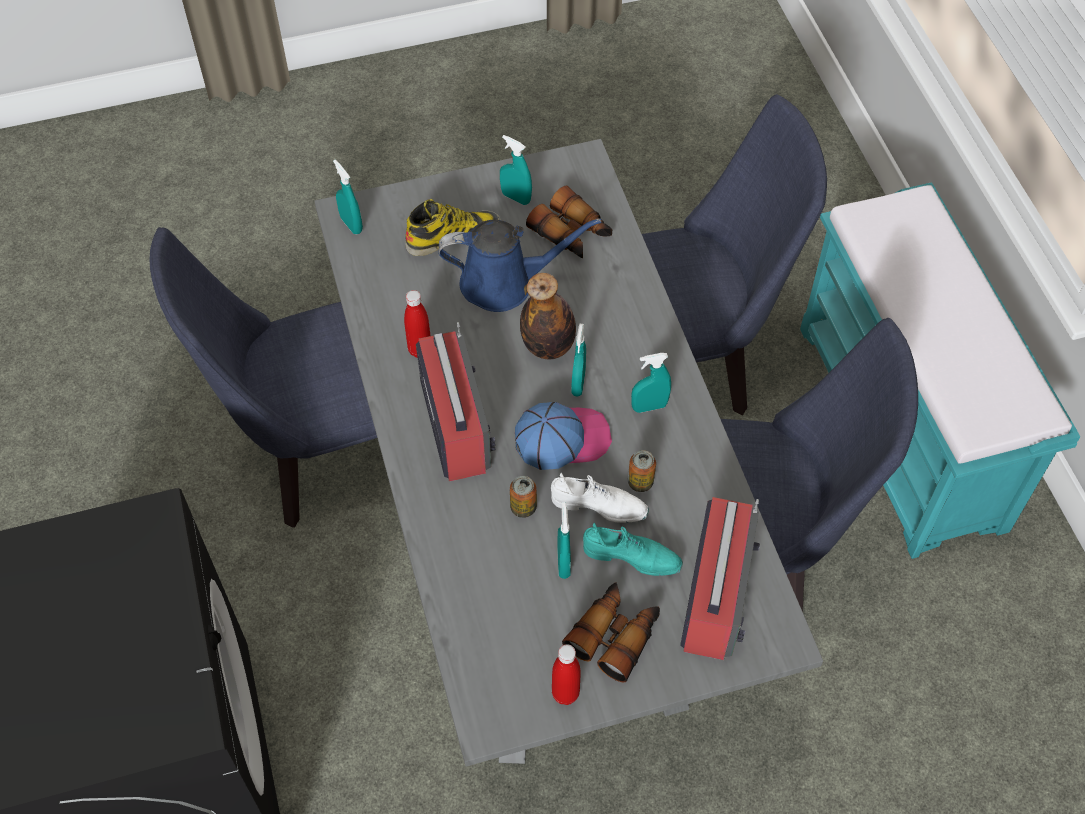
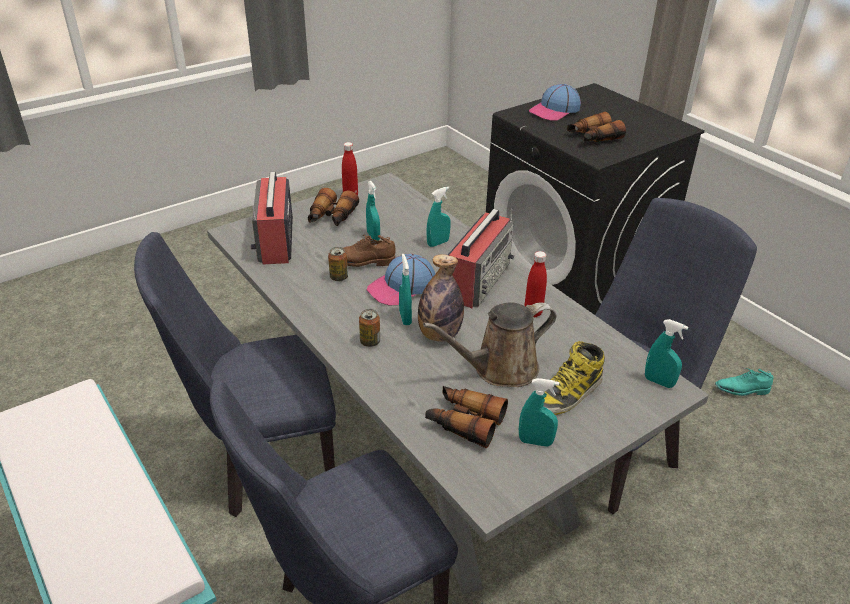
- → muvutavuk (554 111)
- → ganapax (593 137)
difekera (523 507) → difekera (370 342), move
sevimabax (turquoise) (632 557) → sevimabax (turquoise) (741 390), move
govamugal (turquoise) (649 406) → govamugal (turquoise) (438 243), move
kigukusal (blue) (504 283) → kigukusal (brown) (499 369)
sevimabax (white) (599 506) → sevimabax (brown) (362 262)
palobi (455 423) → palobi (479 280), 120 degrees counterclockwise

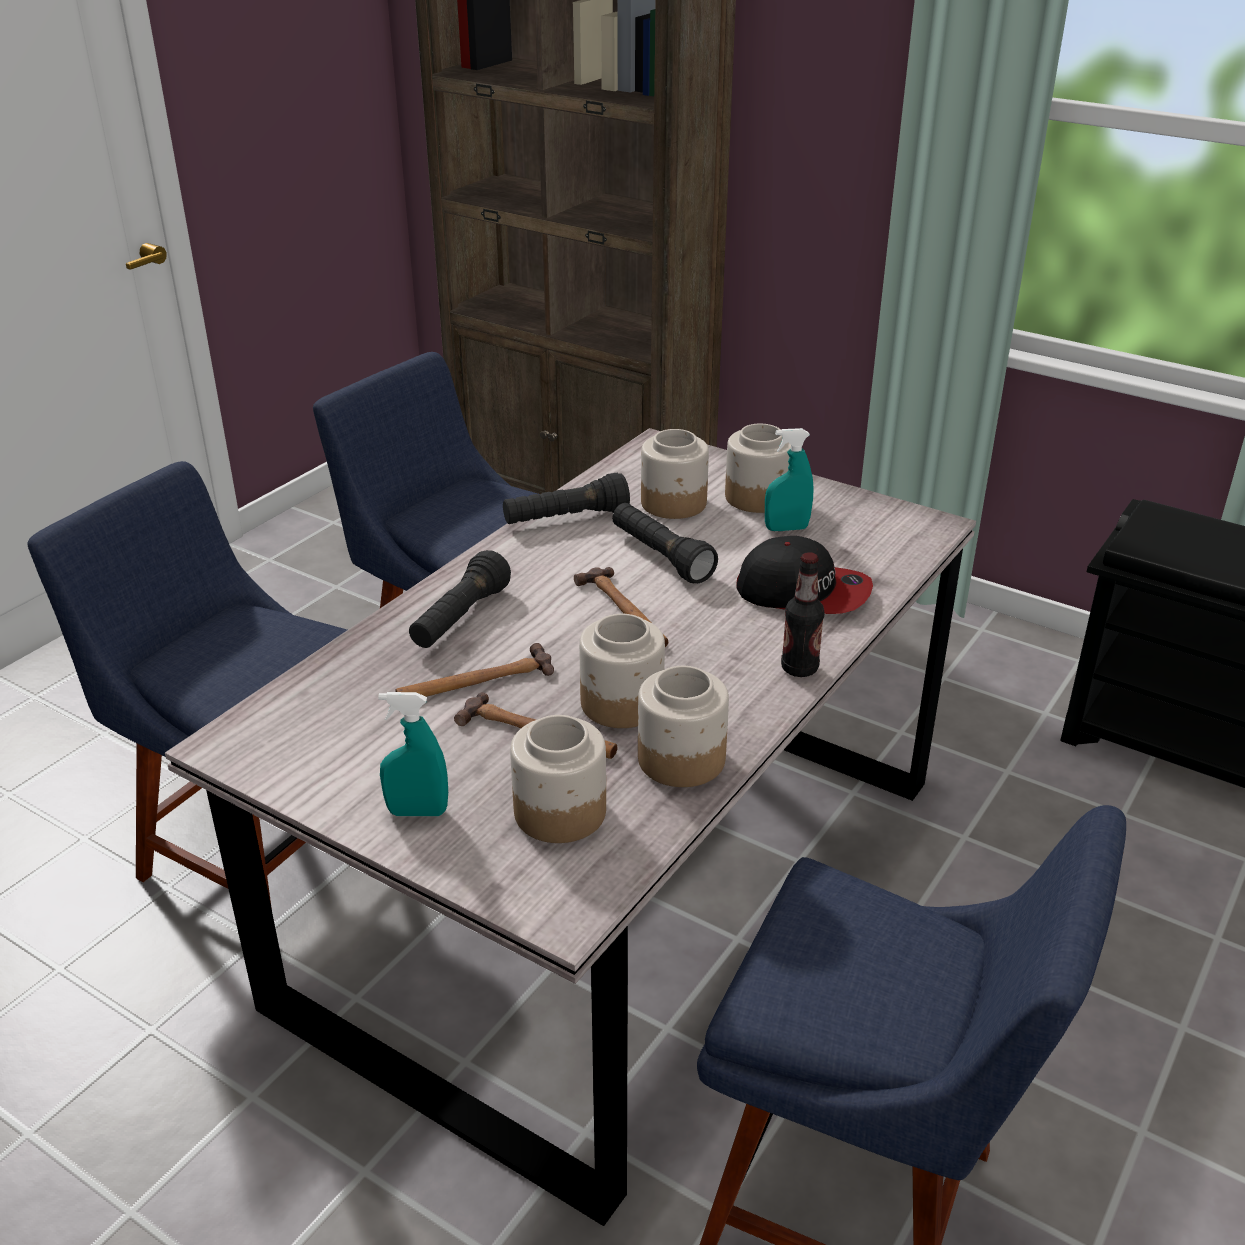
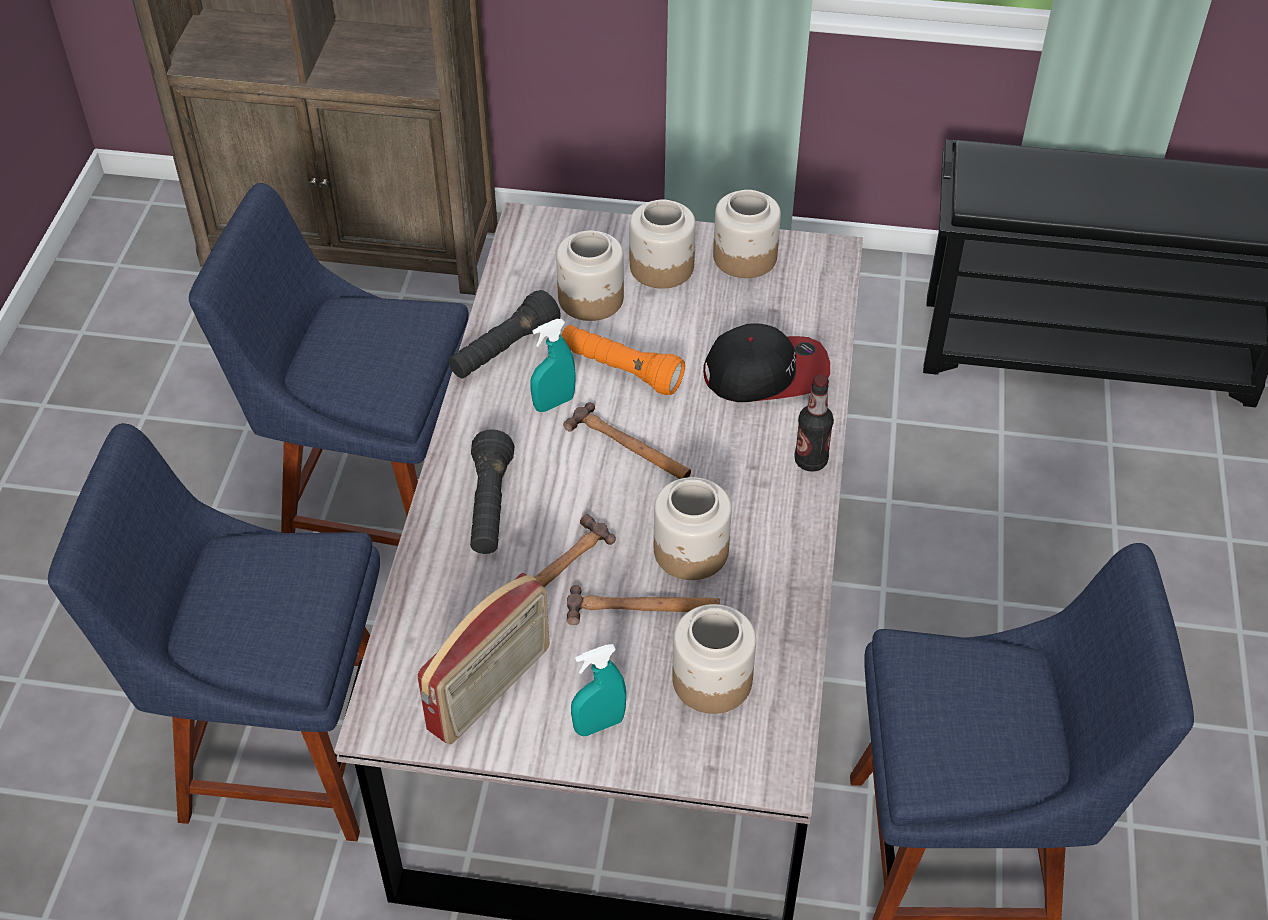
- → palobi (491 690)
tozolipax (680 760) → tozolipax (744 257), move
govamugal (turquoise) (786 528) → govamugal (turquoise) (554 403), move
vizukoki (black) (660 557) → vizukoki (orange) (620 371)

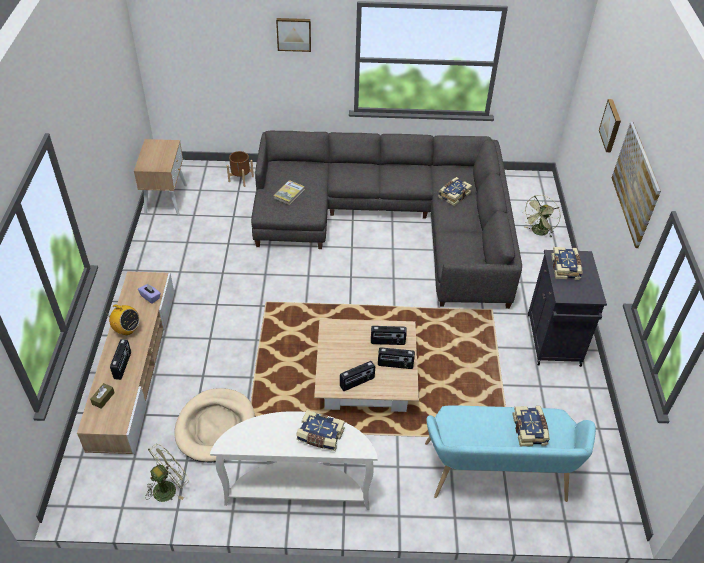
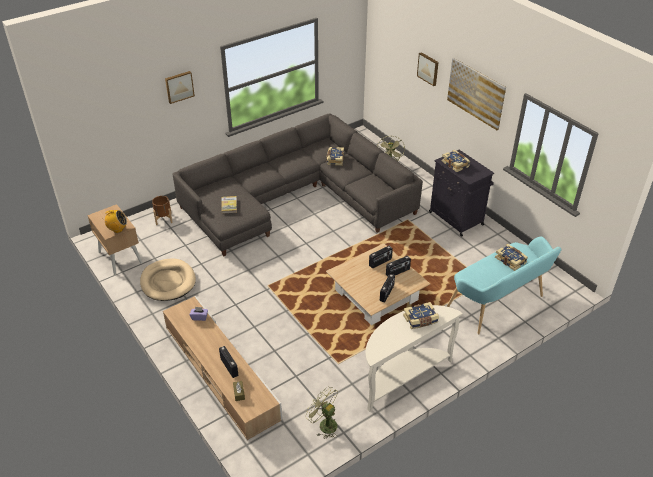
palobi (127 330) → palobi (117 229), move
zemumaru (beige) (216 427) → zemumaru (beige) (168 282), move
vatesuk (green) (168 487) → vatesuk (green) (324 424), 60 degrees counterclockwise

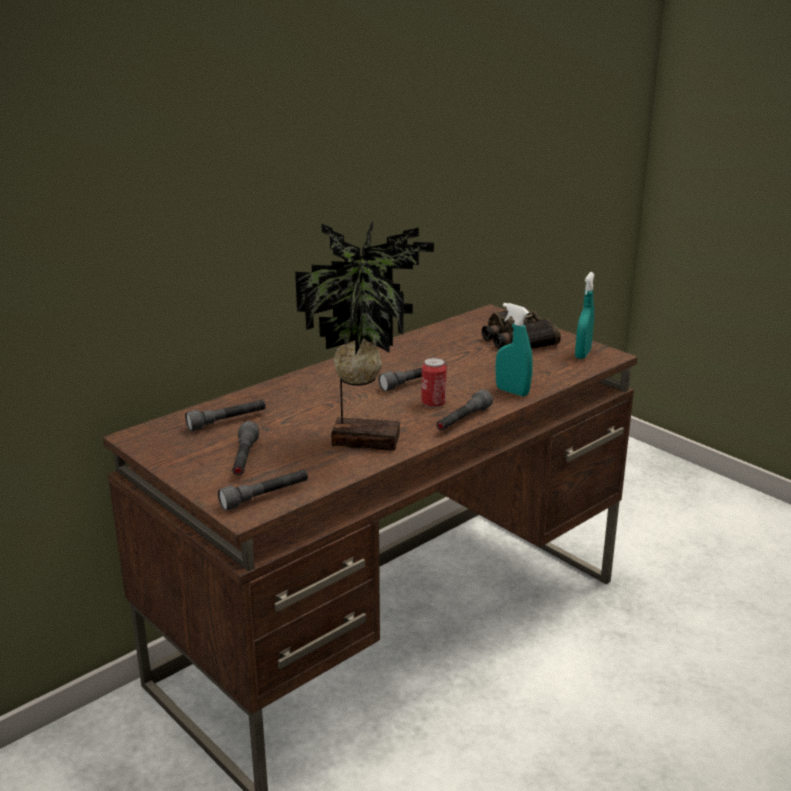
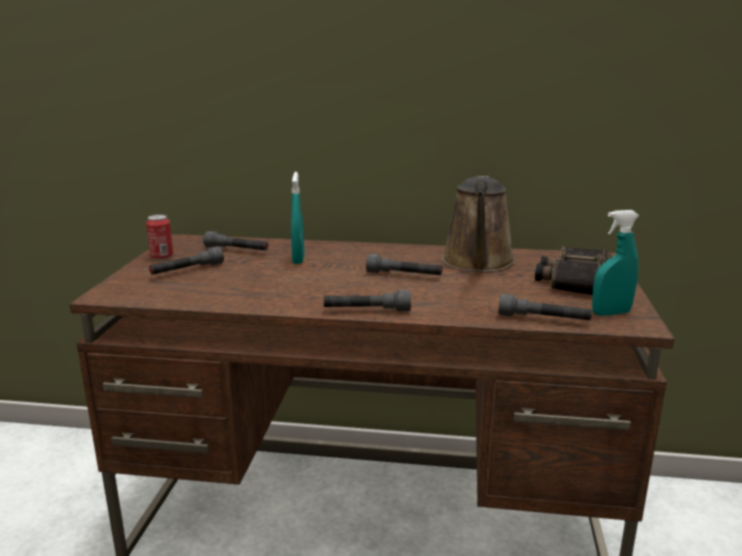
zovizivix (365 438) → -
- → kigukusal (brown) (478 263)
vizukoki (grey) (265 497) → vizukoki (grey) (543 319), move
difekera (433 403) → difekera (161 256), move
govamugal (turquoise) (512 391) → govamugal (turquoise) (298 259), move

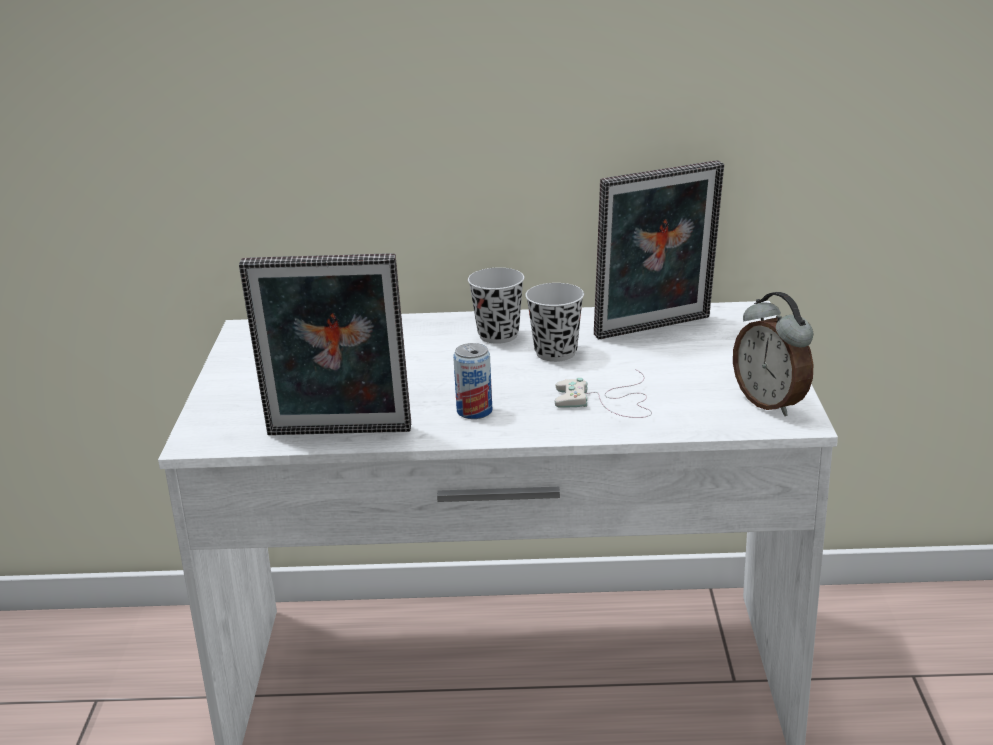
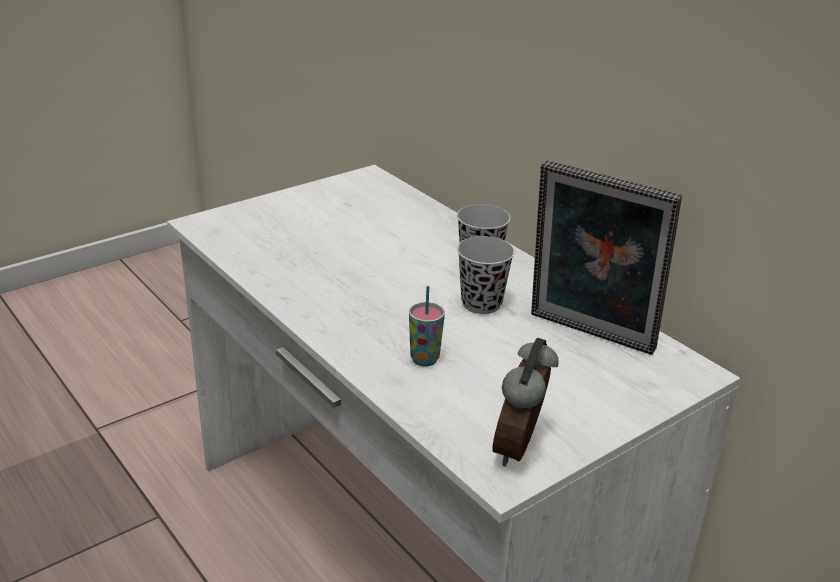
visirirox (338 435) → -
difekera (474 411) → -
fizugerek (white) (609 402) → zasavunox (424 359)

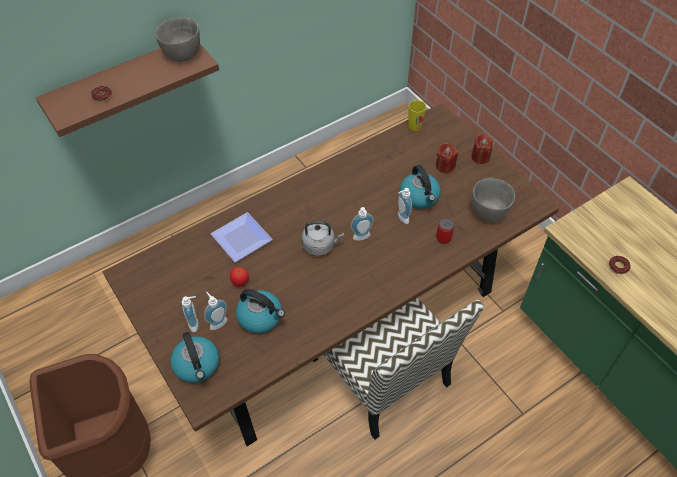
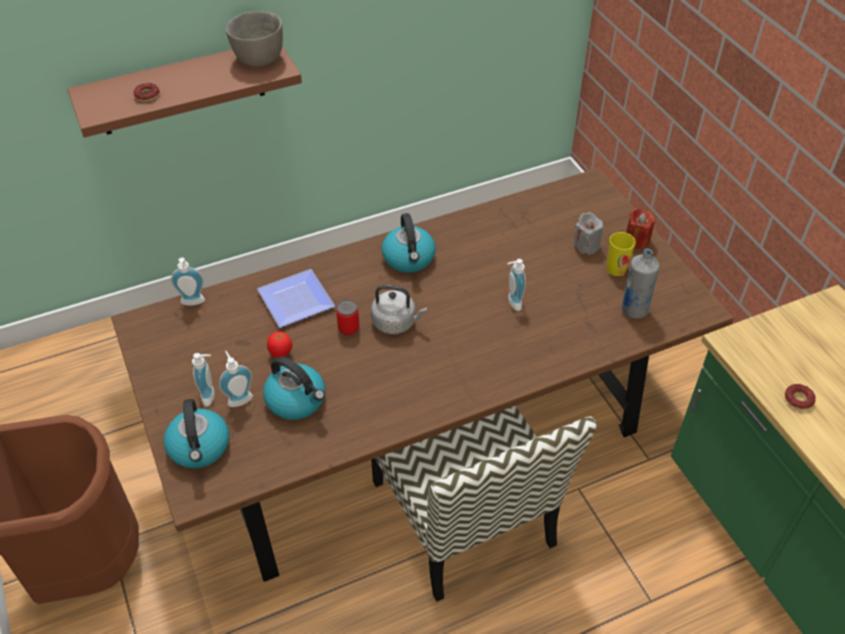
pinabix (362 238) → pinabix (192 303), move
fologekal (420 197) → fologekal (409 258), move
zasavunox (415 126) → zasavunox (616 268), move
difekera (443 238) → difekera (348 328), move
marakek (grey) (489 211) → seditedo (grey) (634 309)
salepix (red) (445 166) → salepix (grey) (586 246)

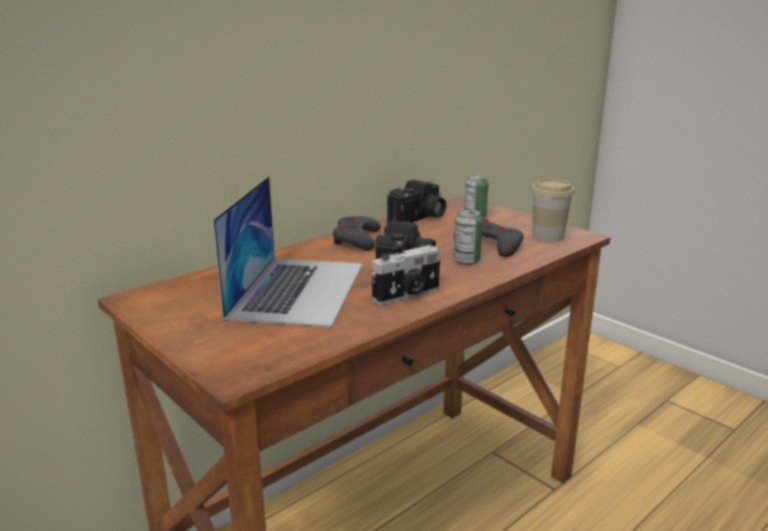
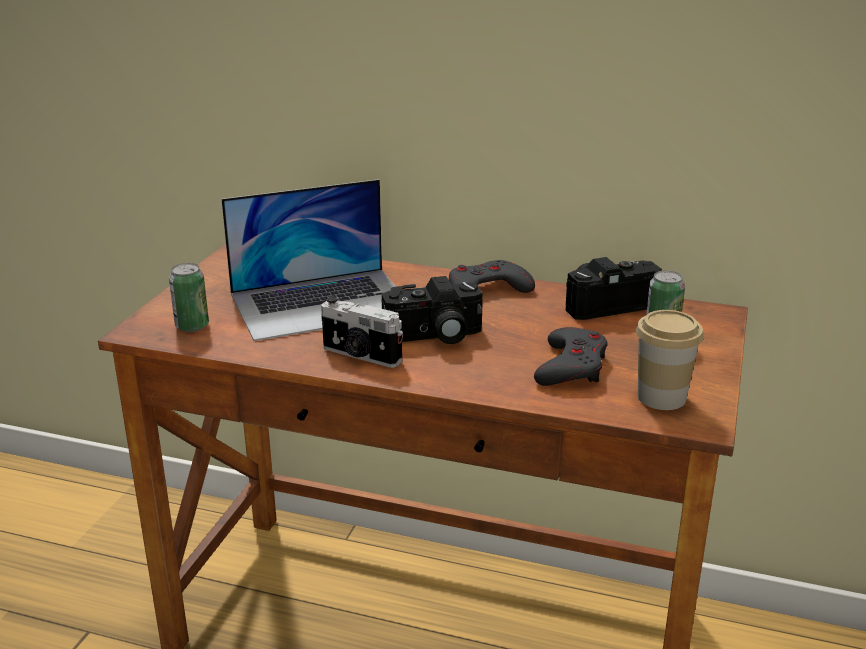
difekera (466 261) → difekera (192 326), move
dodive (419 218) → dodive (606 303), 150 degrees clockwise

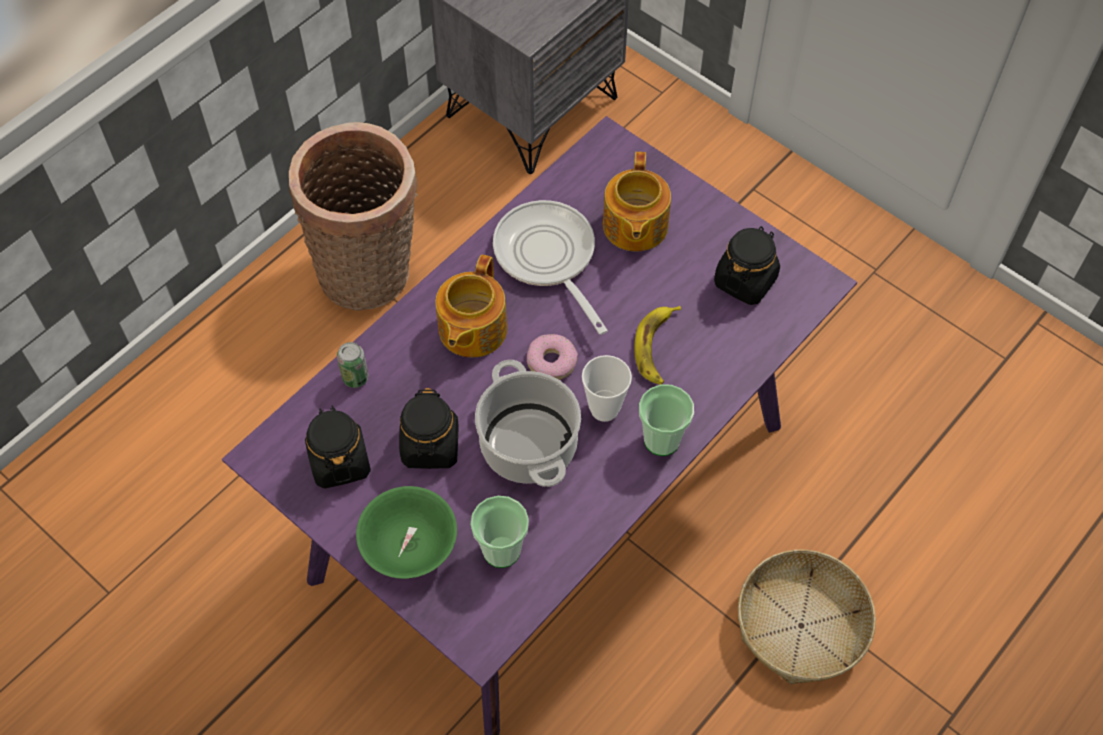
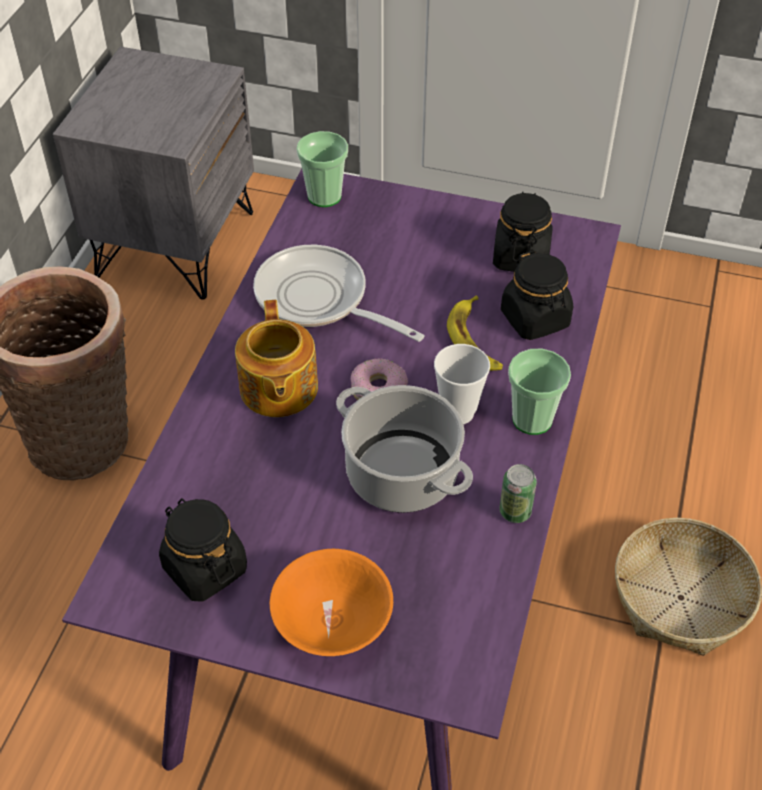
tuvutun (634 226) → -
difekera (355 377) → difekera (515 512), move
tozolipax (black) (430 446) → tozolipax (black) (535 319), move
zasavunox (501 550) → zasavunox (324 196), move
marakek (green) (410 546) → marakek (orange) (333 623)

